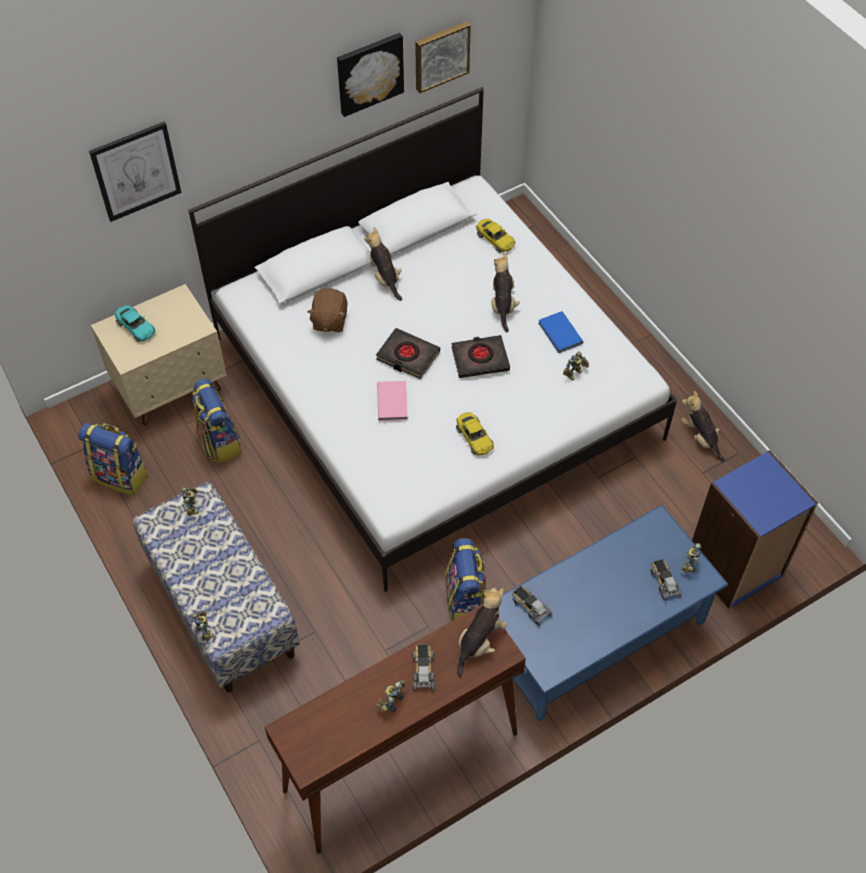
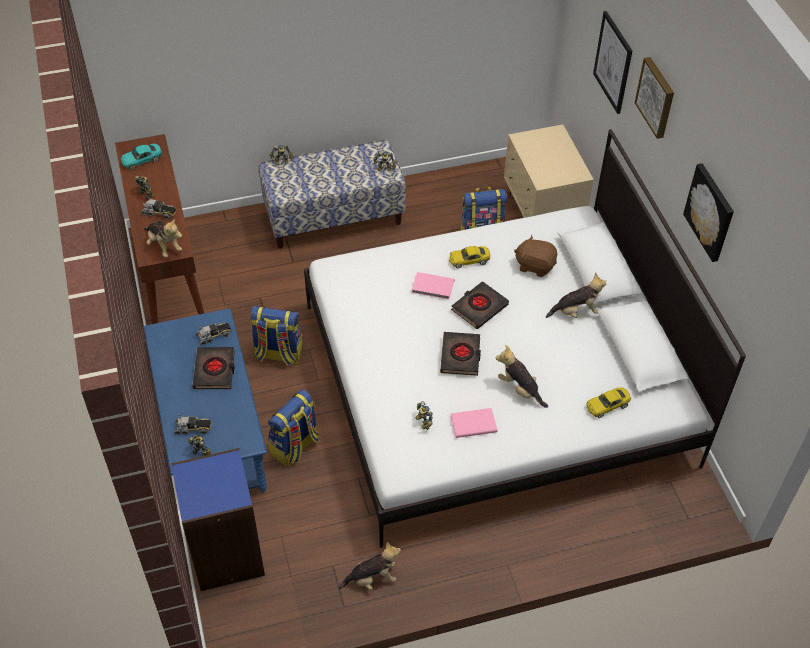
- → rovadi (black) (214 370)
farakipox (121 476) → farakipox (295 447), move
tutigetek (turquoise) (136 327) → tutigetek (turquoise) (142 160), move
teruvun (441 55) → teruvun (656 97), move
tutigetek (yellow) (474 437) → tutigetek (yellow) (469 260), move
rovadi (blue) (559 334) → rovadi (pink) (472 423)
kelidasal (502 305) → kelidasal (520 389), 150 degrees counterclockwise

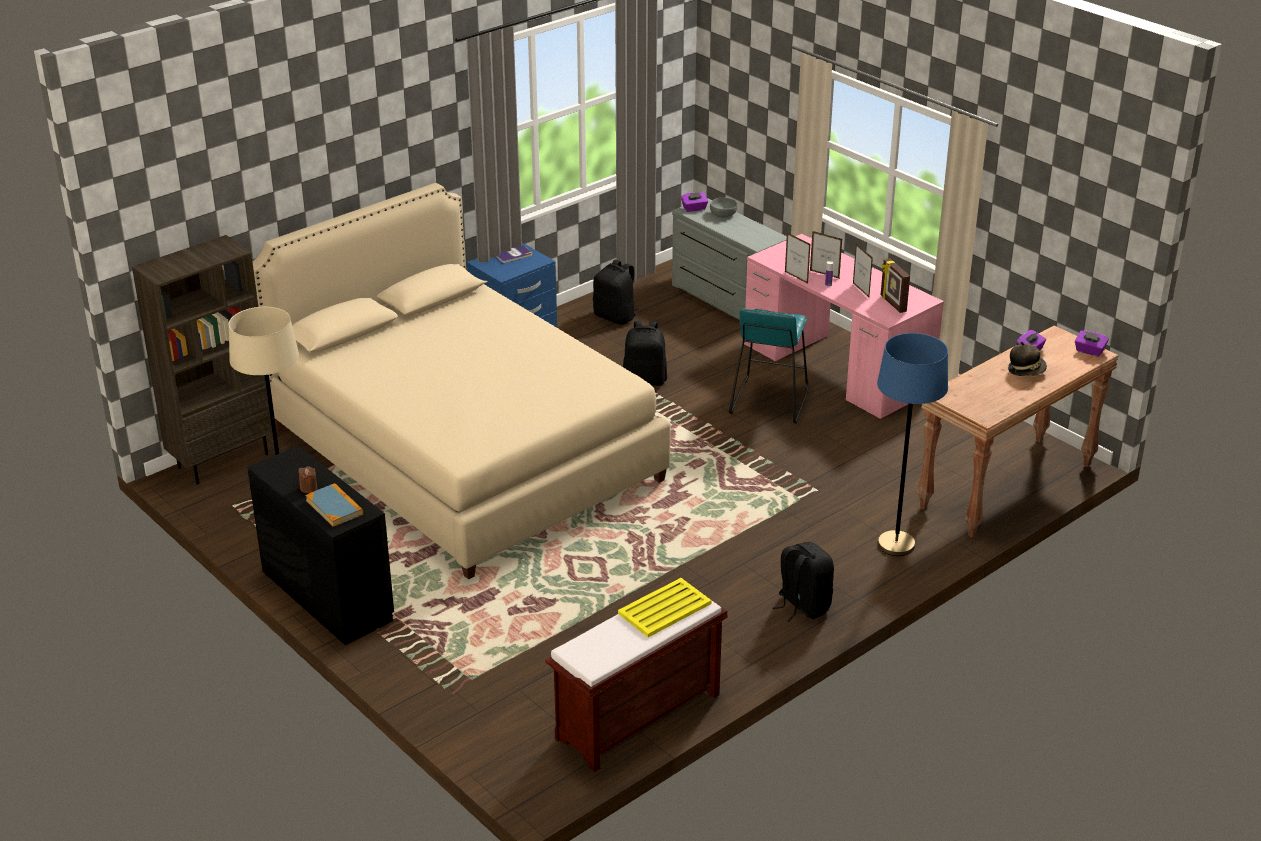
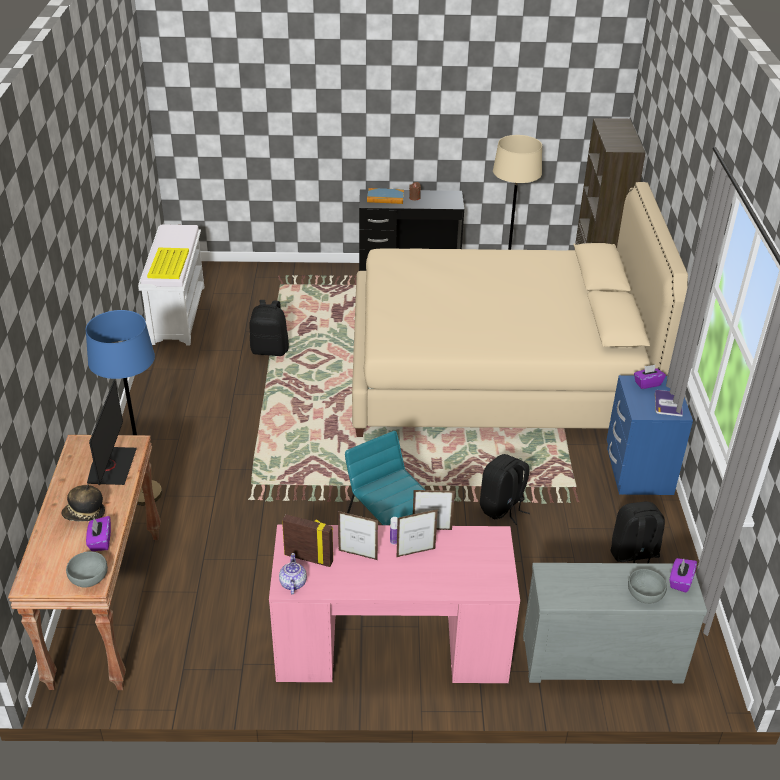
- → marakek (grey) (88 577)
- → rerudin (111 466)
- → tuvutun (292 583)
farakipox (black) (802 606) → farakipox (black) (270 350), move
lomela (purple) (1089 351) → lomela (purple) (647 383), move
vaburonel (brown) (637 718) → vaburonel (white) (178 314)

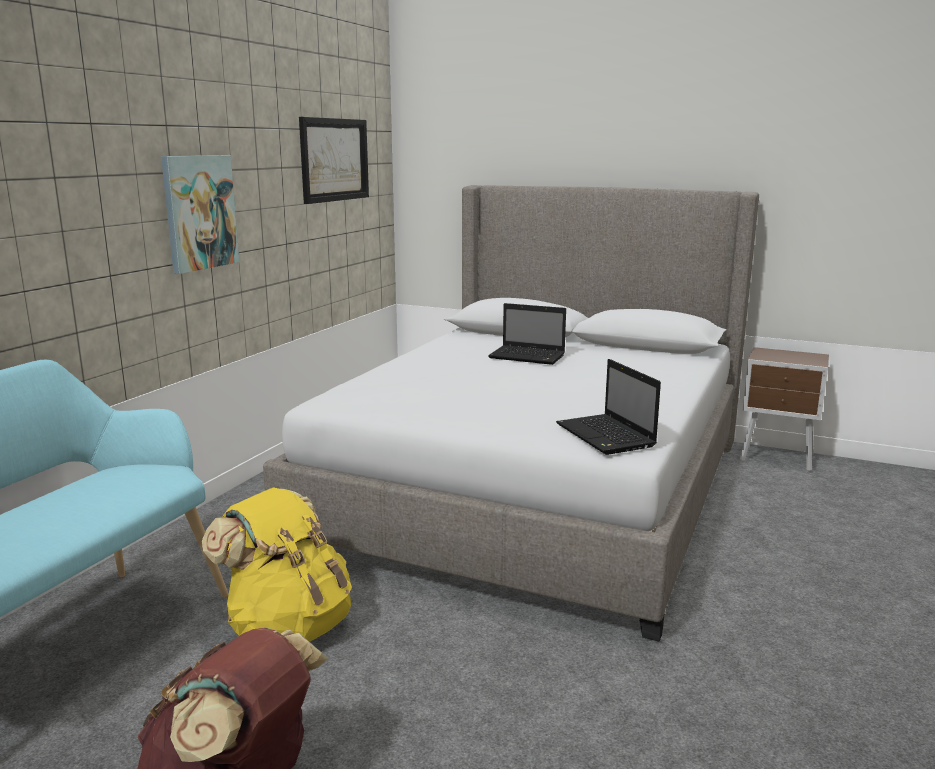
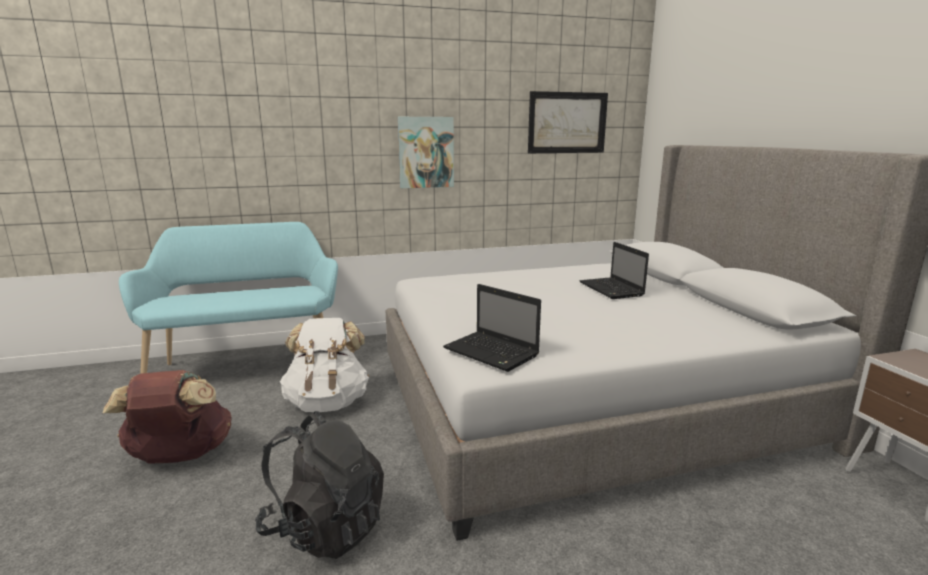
- → farakipox (black) (325 528)
farakipox (yellow) (288 625) → farakipox (white) (327 402)
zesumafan (607 436) → zesumafan (493 353), 75 degrees counterclockwise

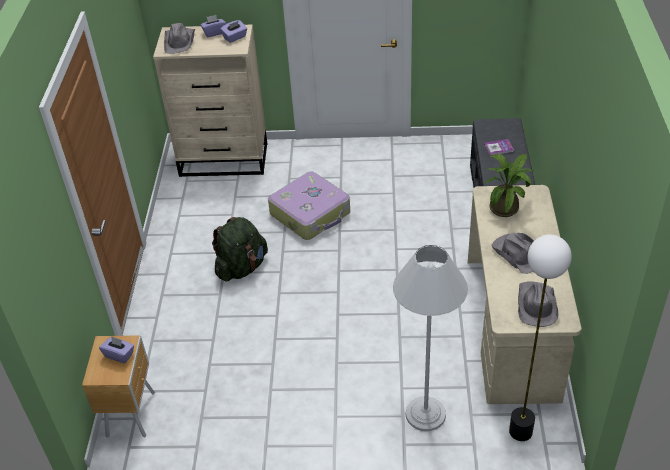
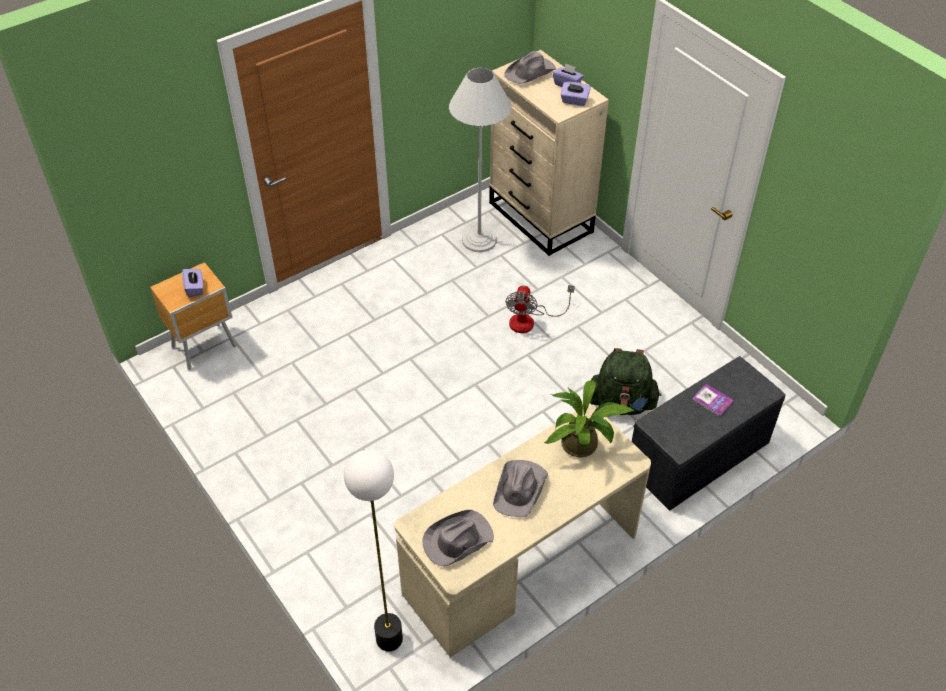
farakipox (green) (242 267) → farakipox (green) (621 403), move
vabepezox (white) (425 414) → vabepezox (white) (479 240), move
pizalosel (311 213) → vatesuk (530 320)

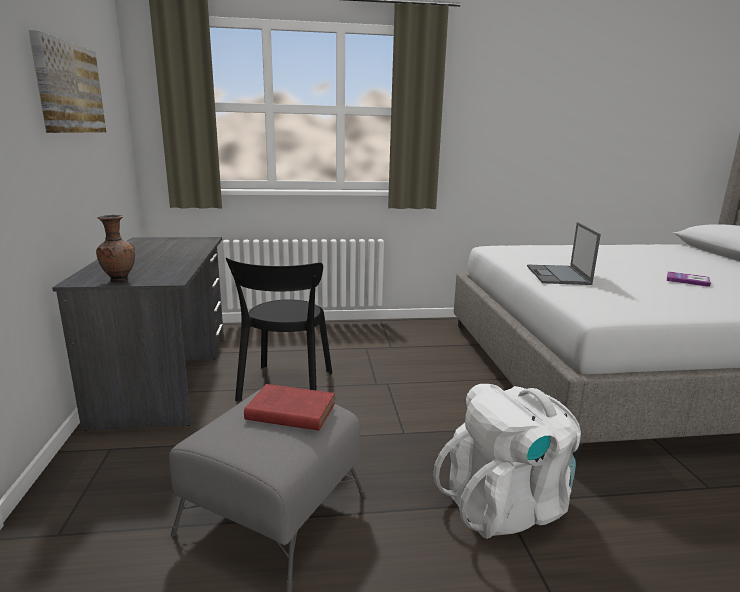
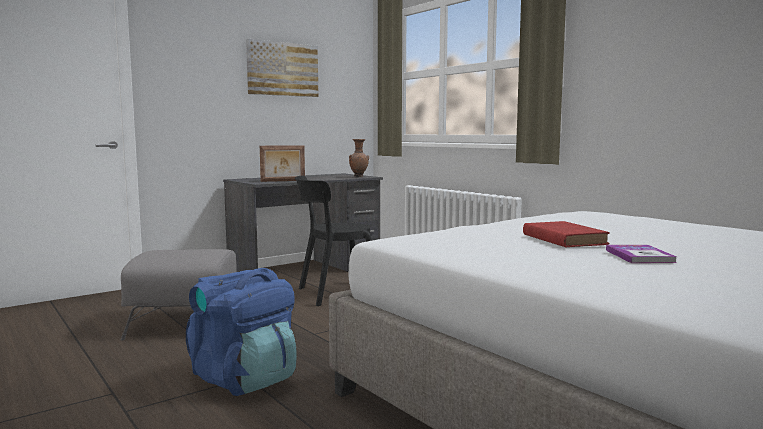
zesumafan (558 275) → -
- → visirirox (283 181)
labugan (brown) (119 281) → labugan (brown) (359 176), move
rovadi (red) (288 411) → rovadi (red) (562 239), move
farakipox (white) (506 505) → farakipox (blue) (245 379)

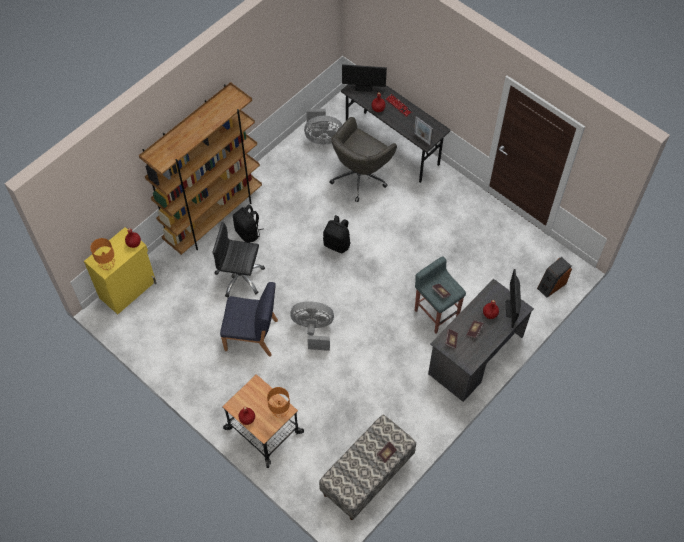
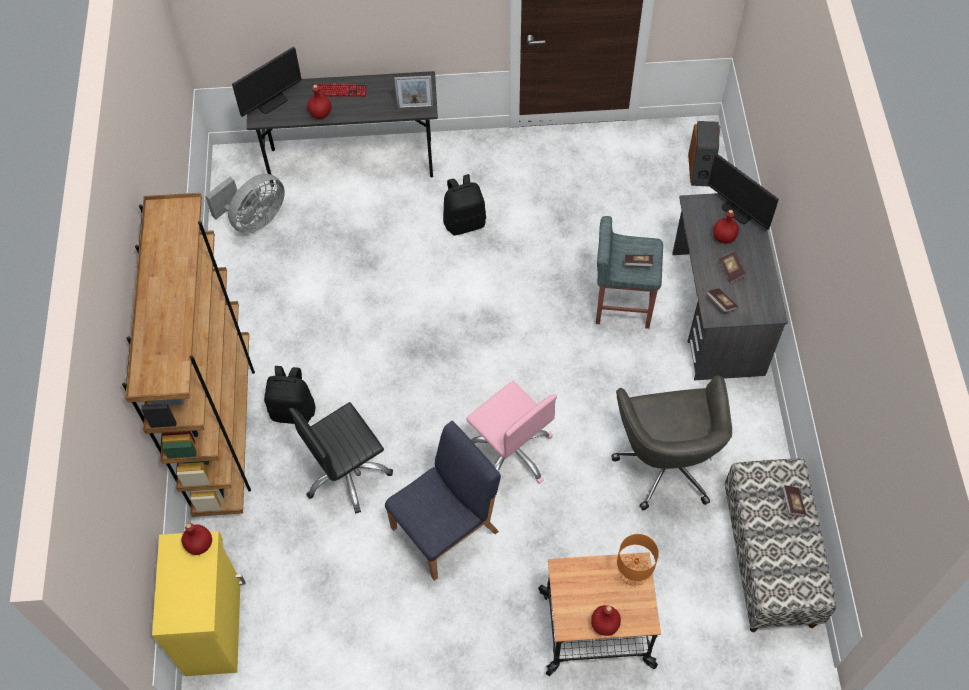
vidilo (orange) (107 266) → -
farakipox (black) (337 244) → farakipox (black) (465 222), move
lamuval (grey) (360 176) → lamuval (grey) (666 462), move
vatesuk (grey) (313 330) → lamuval (pink) (511 452)

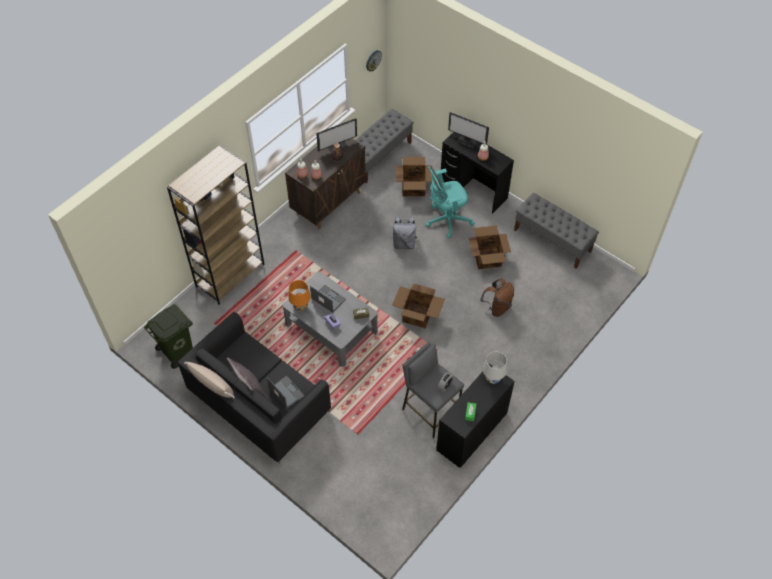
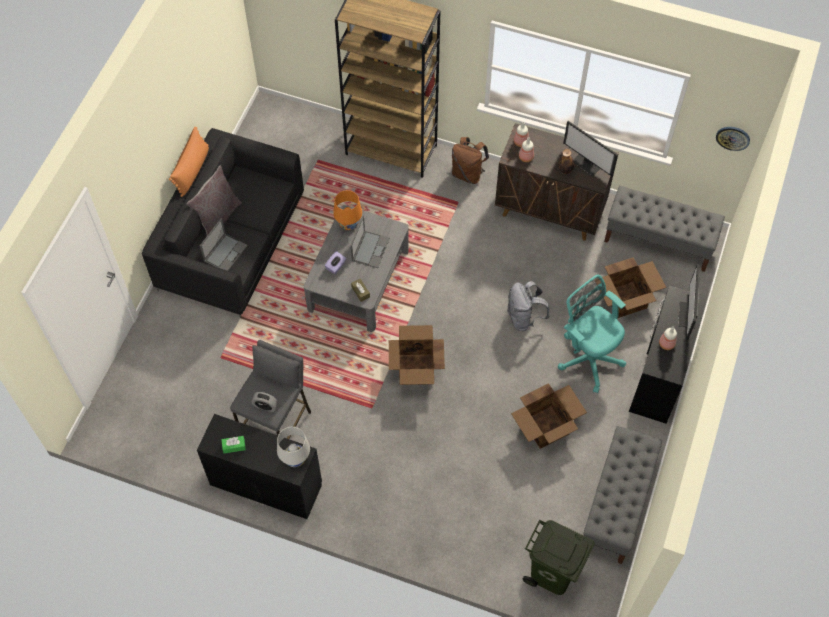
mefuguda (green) (178 351) → mefuguda (green) (552 574), move
farakipox (brown) (497 307) → farakipox (brown) (468 173), move
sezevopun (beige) (212 384) → sezevopun (orange) (192 170)

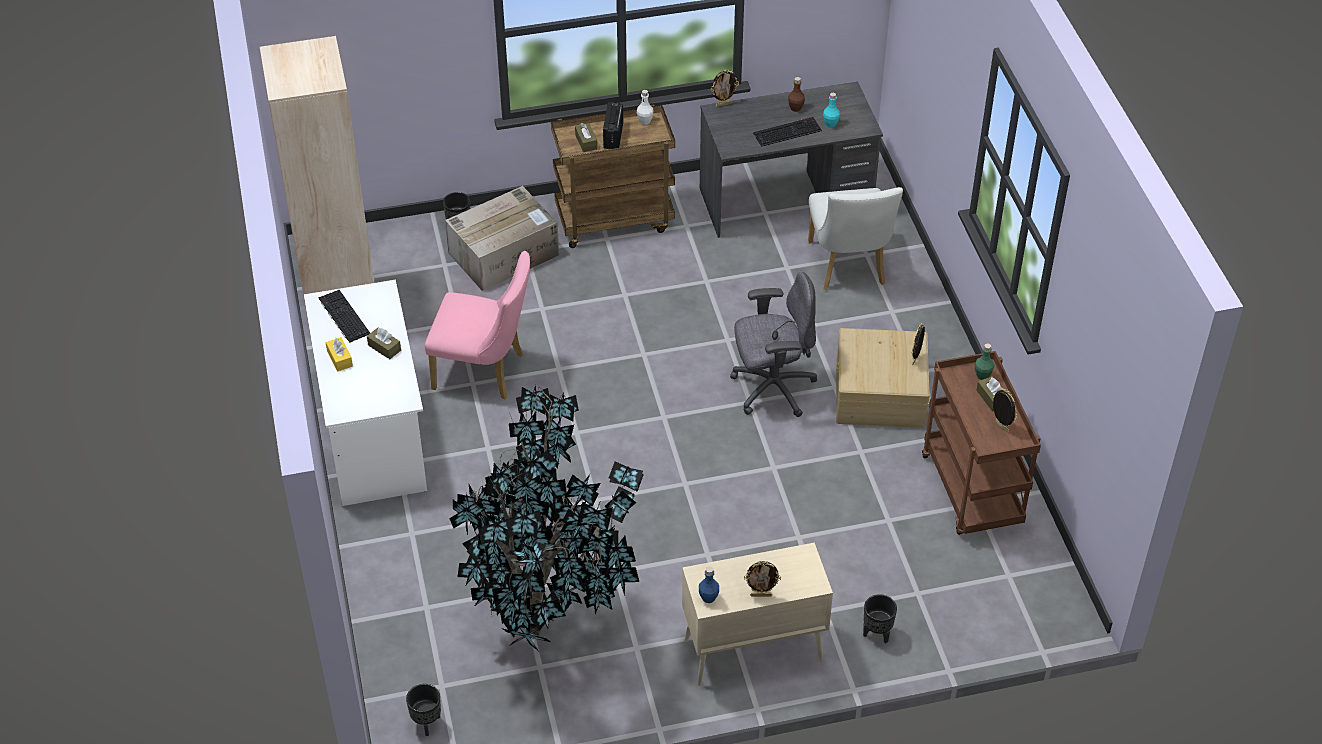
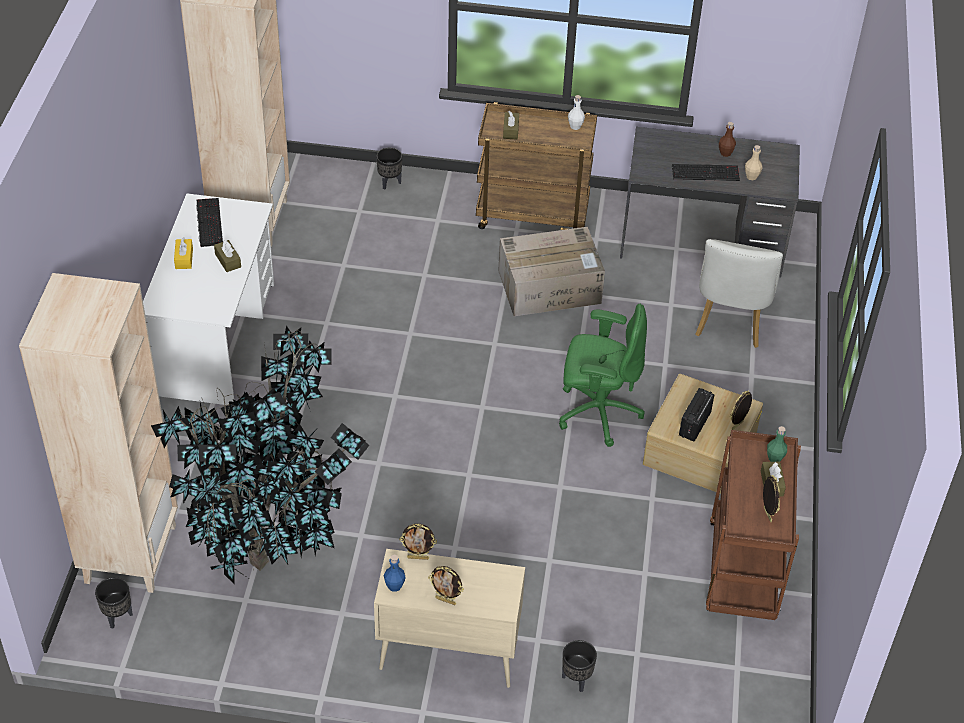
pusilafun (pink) (485 372) → -
- → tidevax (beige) (130 553)
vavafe (504 253) → vavafe (550 287), move
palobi (613 136) → palobi (694 424), move
visirirox (723 104) → visirirox (418 557), move
lamuval (grey) (772 388) → lamuval (green) (597 412)
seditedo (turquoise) (830 124) → seditedo (beige) (751 176)

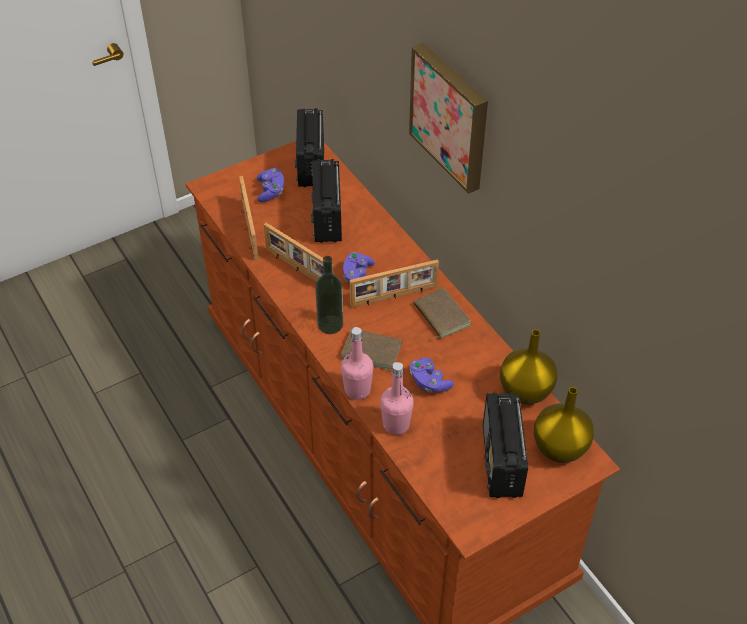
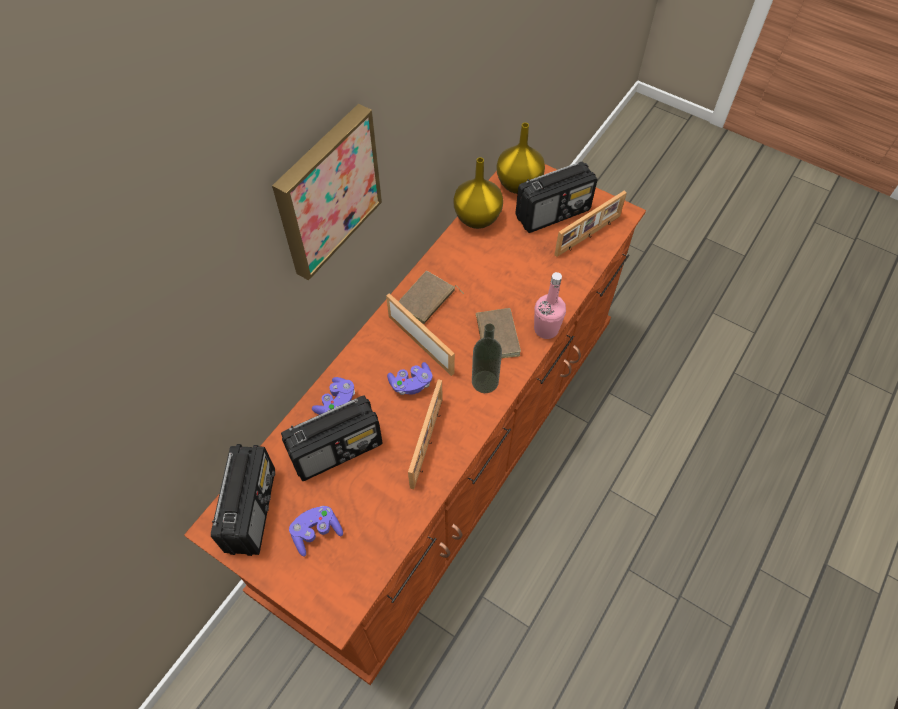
seditedo (pink) (396 424) → -
visirirox (248 230) → visirirox (588 236), move
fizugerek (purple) (429 382) → fizugerek (purple) (336 403), move
palobi (311 165) → palobi (251 509), 60 degrees counterclockwise

